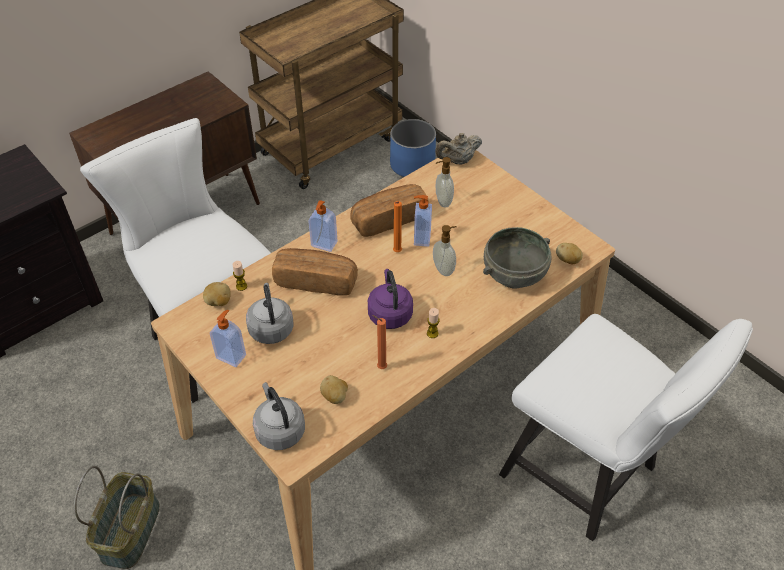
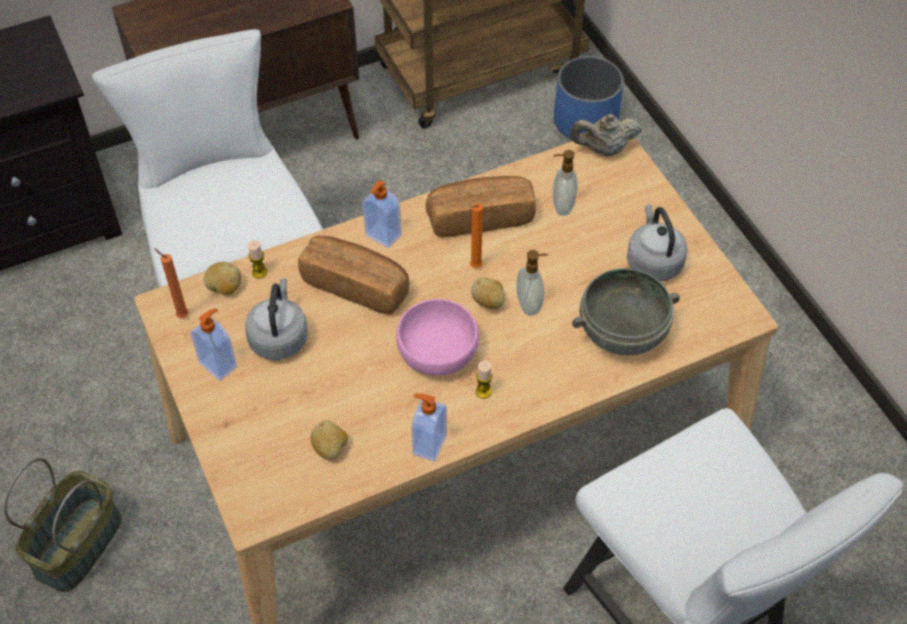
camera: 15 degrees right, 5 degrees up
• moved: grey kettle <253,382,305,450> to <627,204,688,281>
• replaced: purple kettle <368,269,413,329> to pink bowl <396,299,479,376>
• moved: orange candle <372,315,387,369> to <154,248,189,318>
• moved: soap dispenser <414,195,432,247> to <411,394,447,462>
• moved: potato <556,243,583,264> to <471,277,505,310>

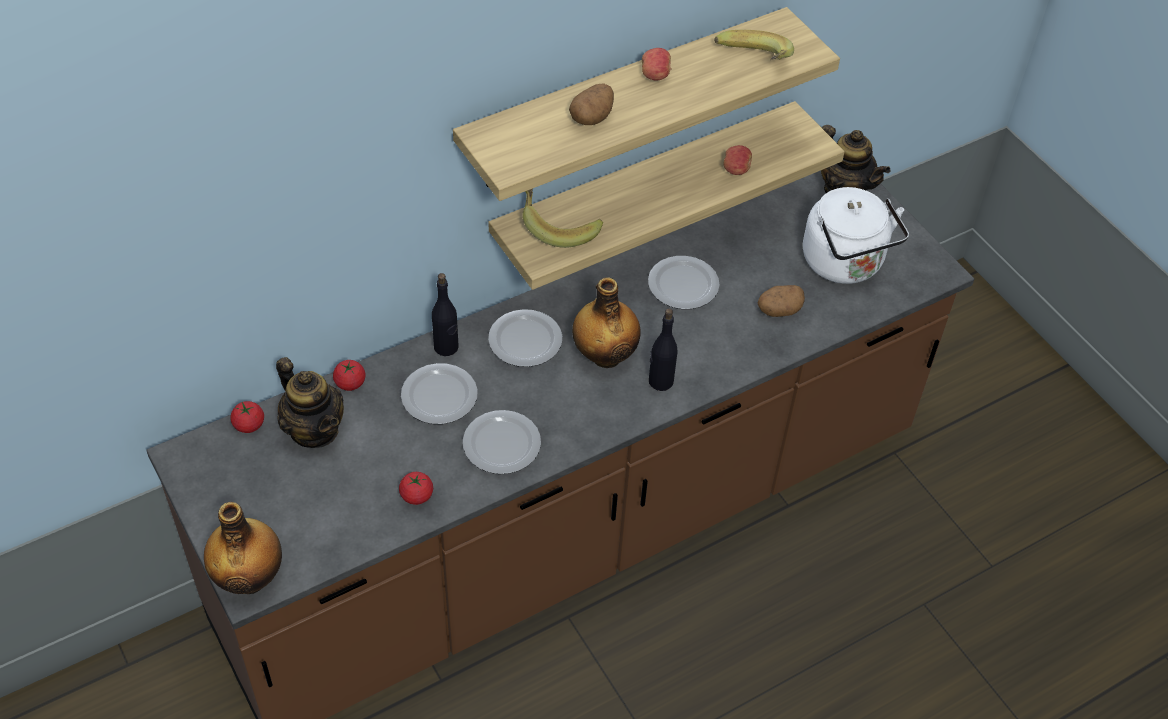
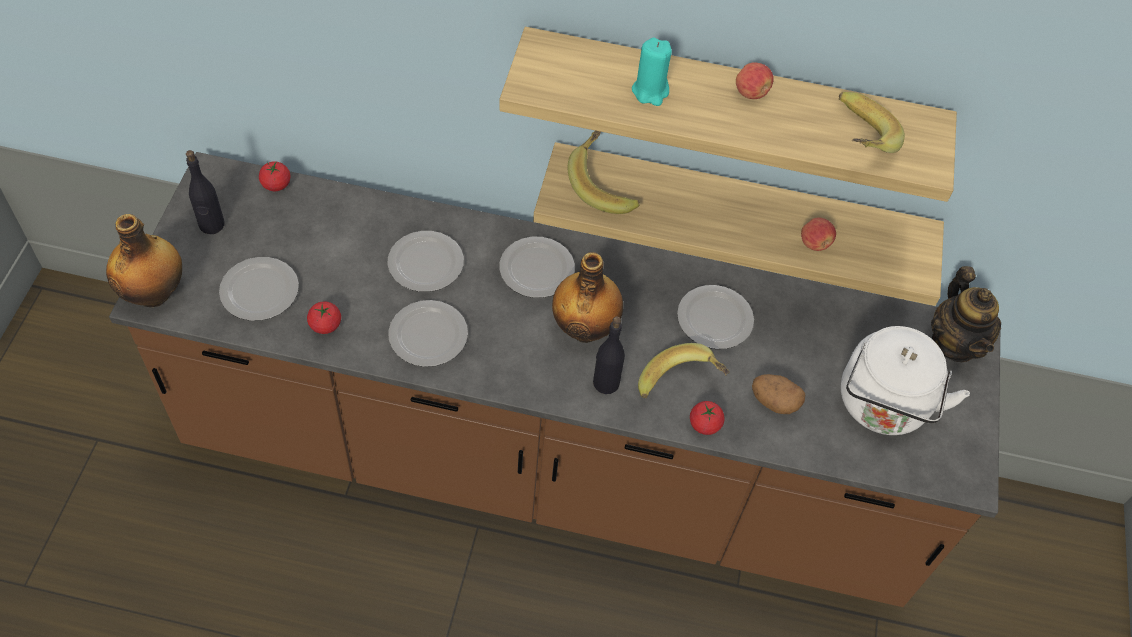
camera: 40 degrees right, 5 degrees up
• removed: teapot <276,357,344,448>
• moved: tomato <333,360,366,391> to <690,401,725,435>
• moved: black bottle <432,273,459,356> to <186,150,224,234>
• replaced: potato <569,83,614,125> to turquoise candle <632,38,672,106>
• added: plate <219,257,299,321>
• added: banana <638,343,730,398>

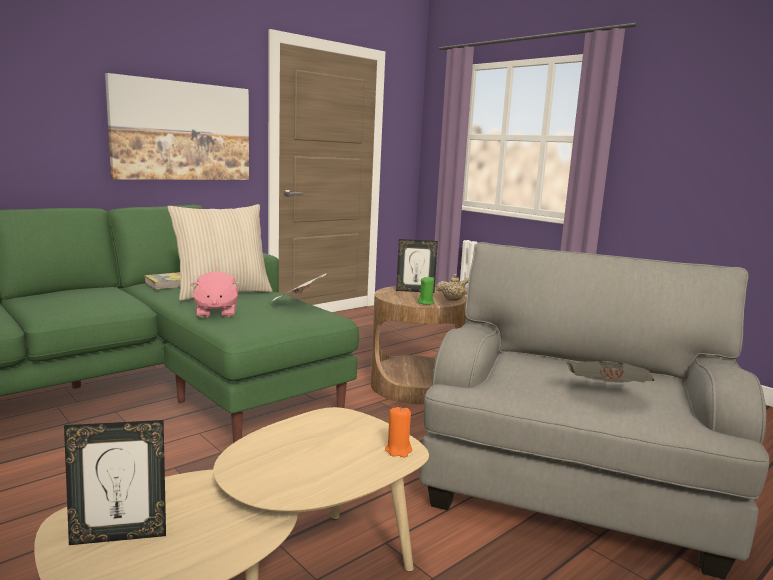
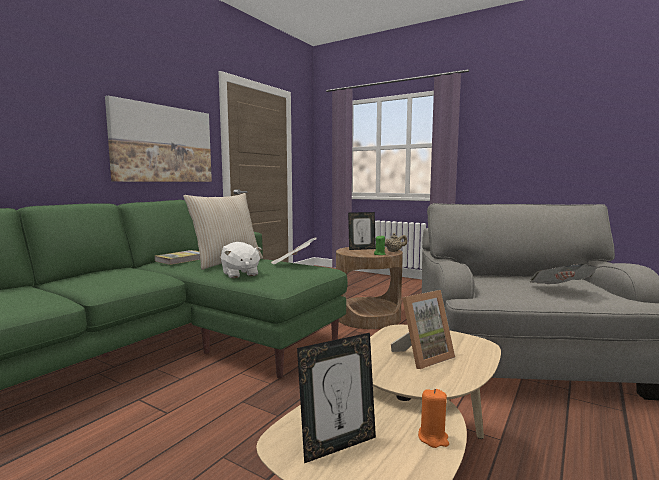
camera: 15 degrees left, 5 degrees down
• recoloured: pink plush toy <190,271,240,318> to white plush toy <220,242,261,278>
• moved: orange candle <385,406,412,457> to <418,389,449,448>
• added: picture frame <391,290,455,369>

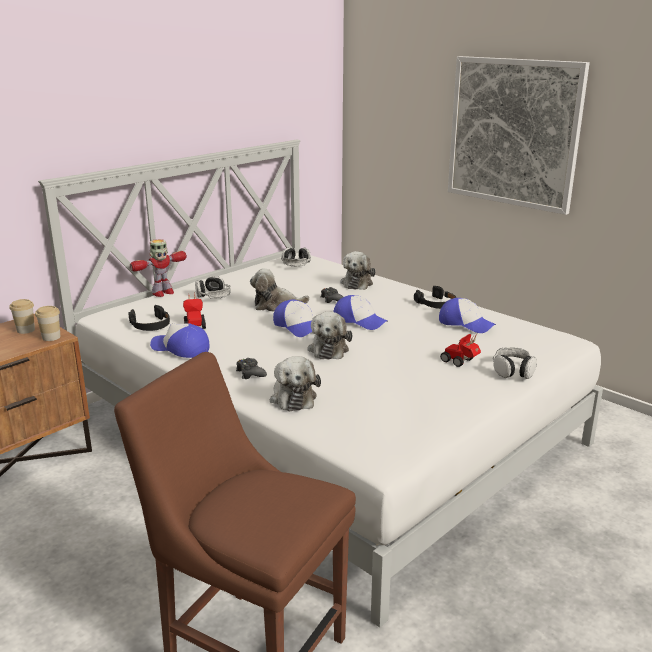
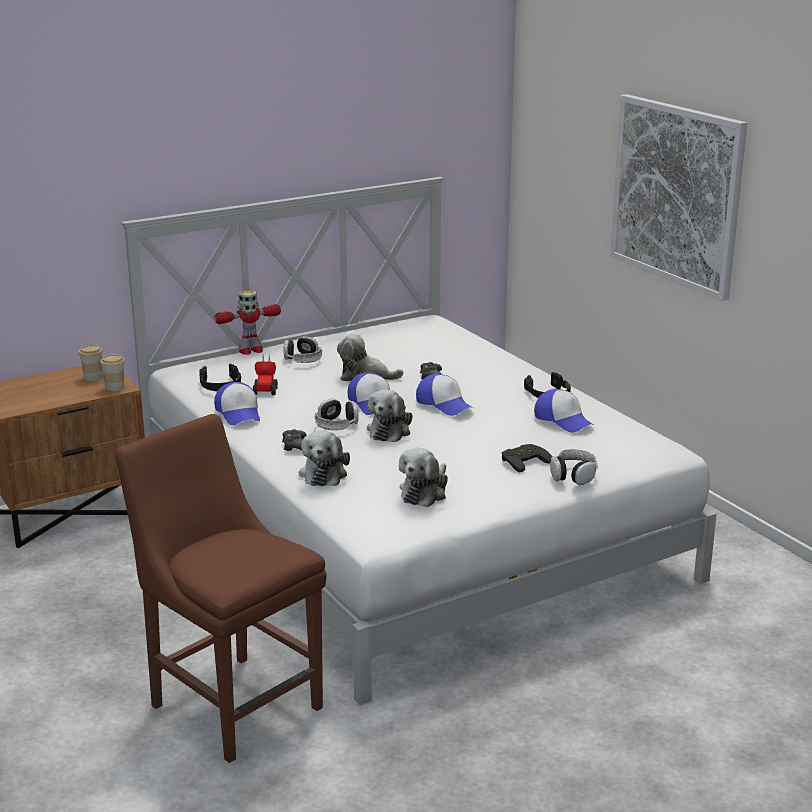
camera: 15 degrees right, 0 degrees up
• turned: cap <150,324,210,358> = <214,382,260,425> 150 degrees counterclockwise
• moved: headphones <281,247,311,266> to <315,398,358,430>
• moved: plush toy <340,251,376,290> to <399,448,448,507>
• replaced: toy car <440,334,481,367> to black game controller <502,444,552,472>

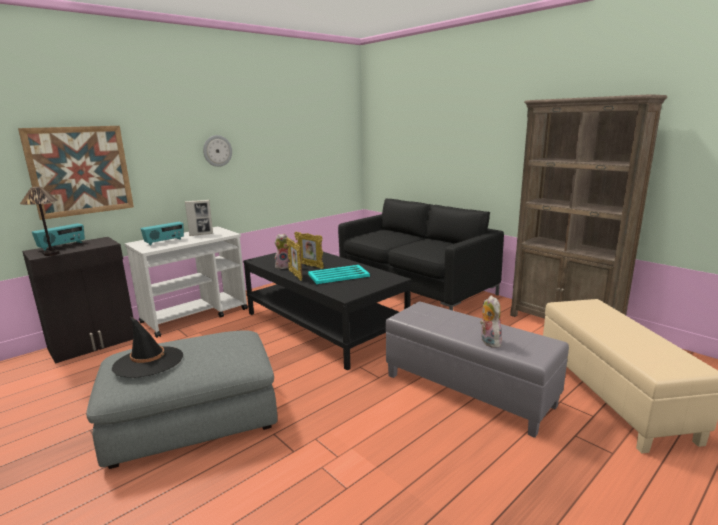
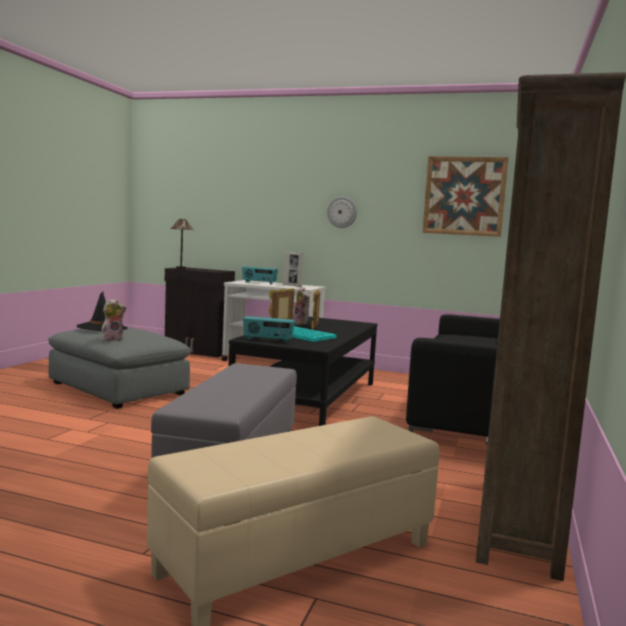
camera: 60 degrees right, 10 degrees down
• moved: picture <18,126,134,220> to <422,156,509,237>
• moved: radio <32,223,85,251> to <243,316,295,343>
• moved: plush toy <480,295,502,348> to <101,299,126,341>

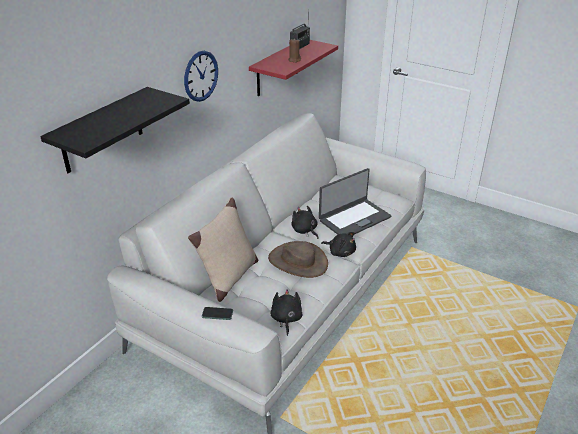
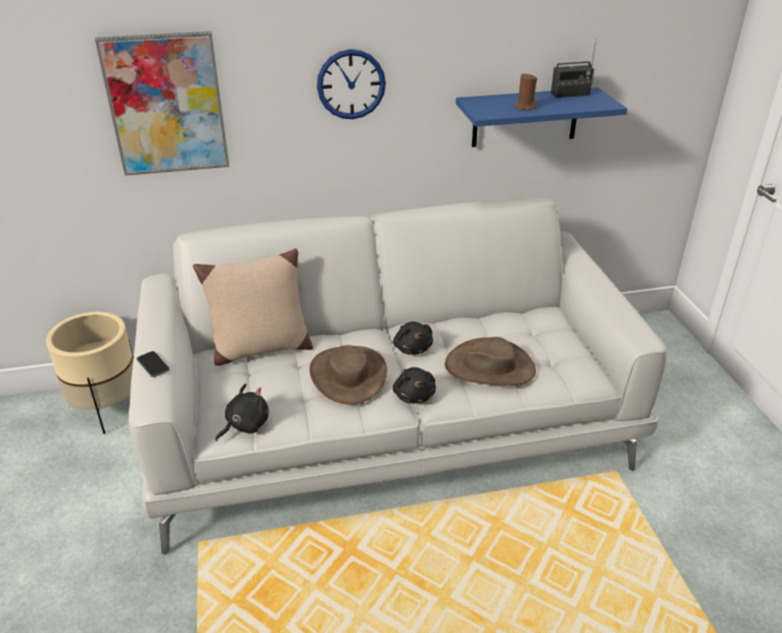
camera: 45 degrees right, 0 degrees up
• replaced: black shelf <40,87,190,173> to picture <95,31,229,176>
• recoloured: red shelf <249,40,338,96> to blue shelf <456,87,627,147>
• turned: black plush toy <291,206,319,239> = <393,322,433,355> 150 degrees clockwise
• replaced: laptop <319,168,391,235> to brown hat <445,337,536,386>
• added: beige planter <46,312,134,434>

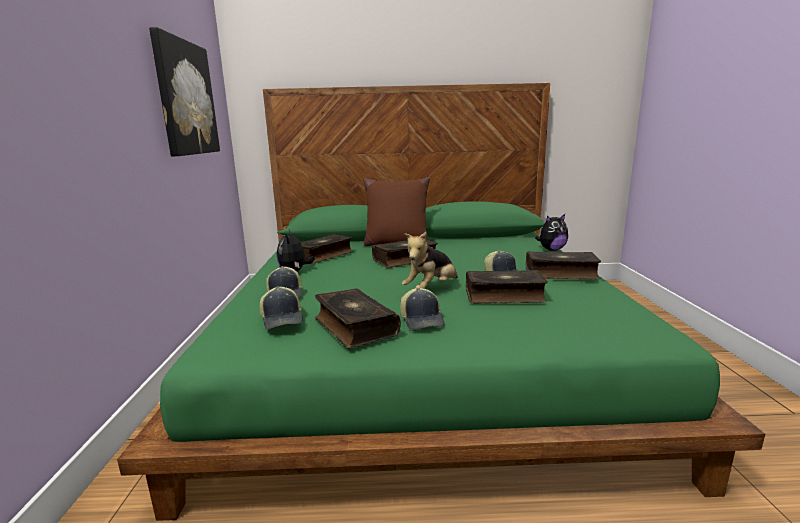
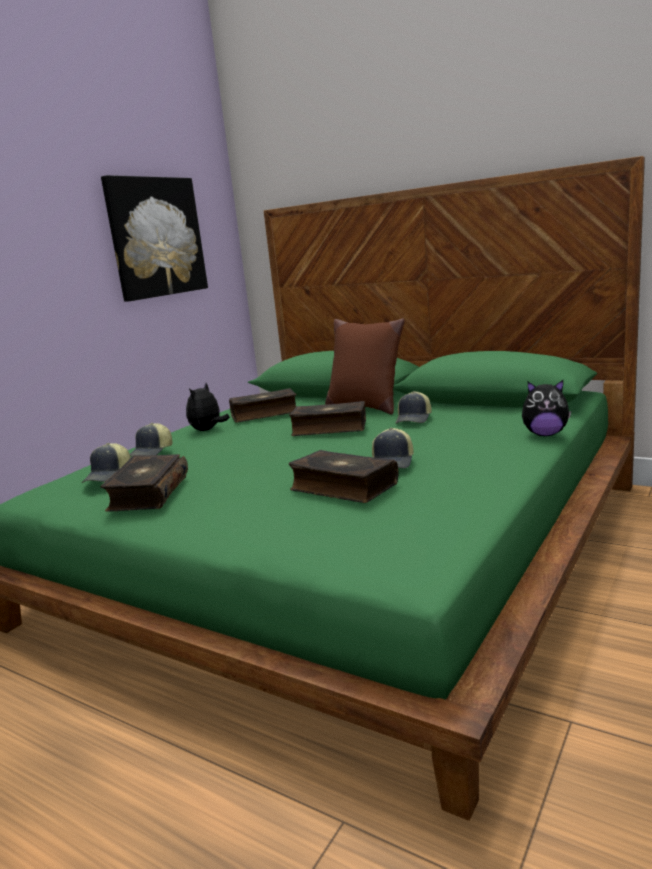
camera: 35 degrees right, 0 degrees up
• moved: cap <400,288,444,330> to <395,391,432,424>
• removed: plush toy <402,231,458,289>
• removed: book <526,251,601,279>

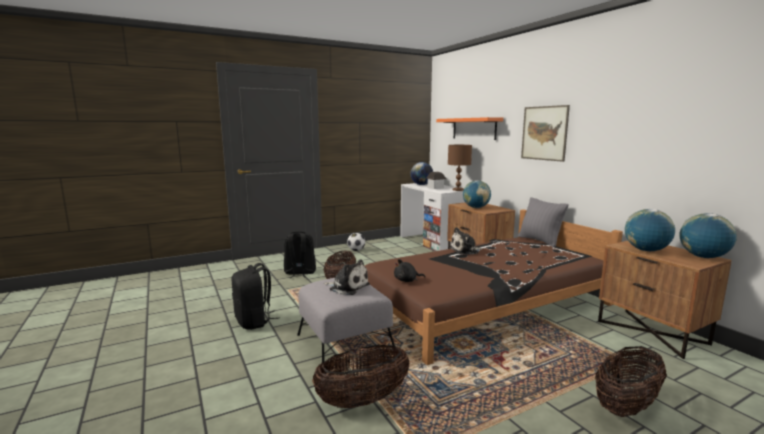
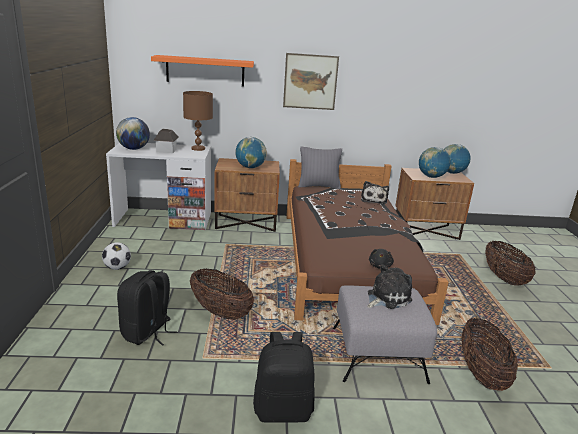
camera: 65 degrees left, 10 degrees up
• moved: plush toy <449,227,483,255> to <361,181,389,204>

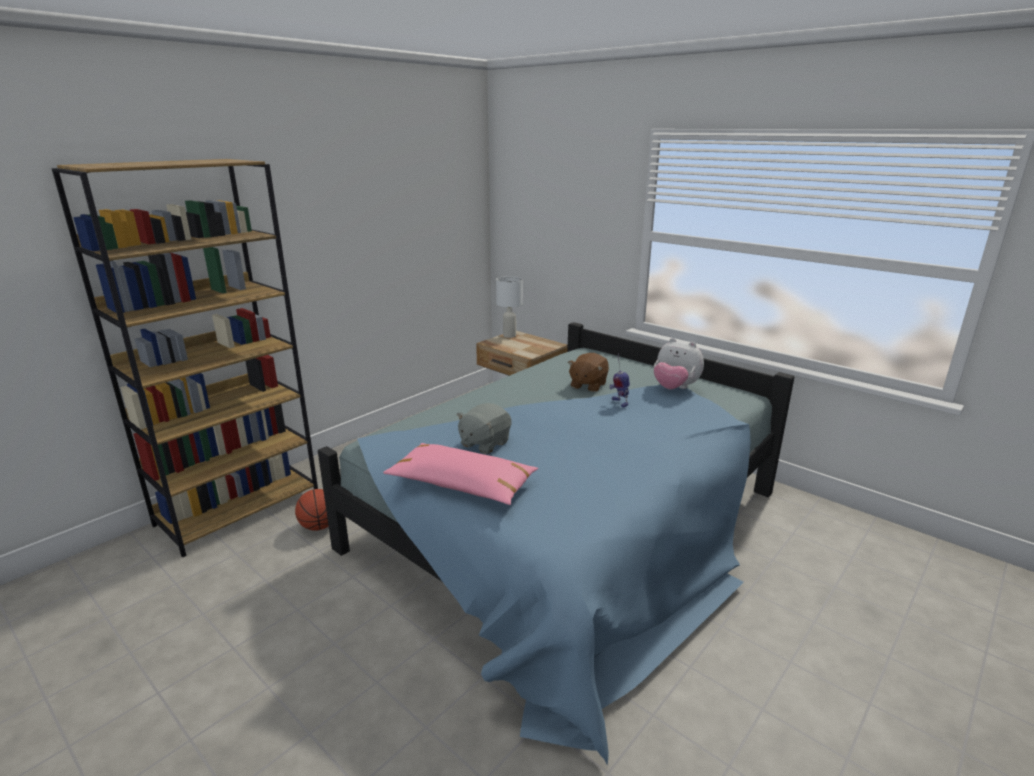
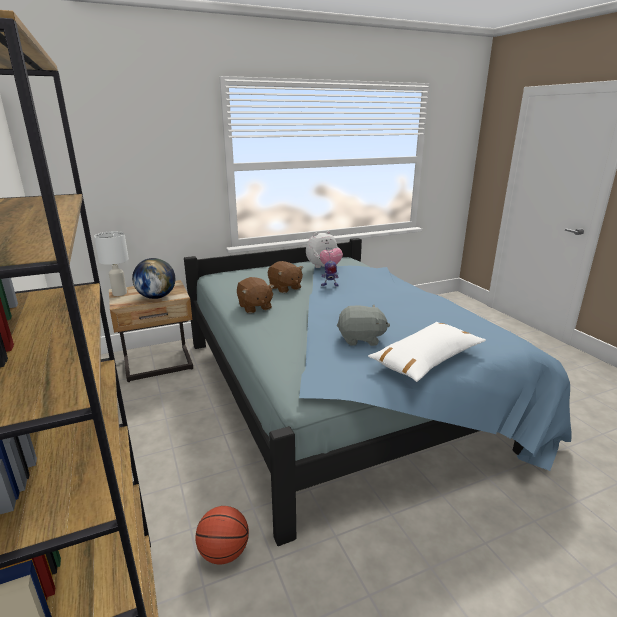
camera: 65 degrees left, 0 degrees up
• recoloured: pink pillow <383,443,538,505> to white pillow <368,322,486,382>
• turned: grey plush toy <457,403,512,454> = <337,305,390,346> 60 degrees counterclockwise
• added: globe <132,258,175,299>
• added: brown plush toy <237,277,274,313>

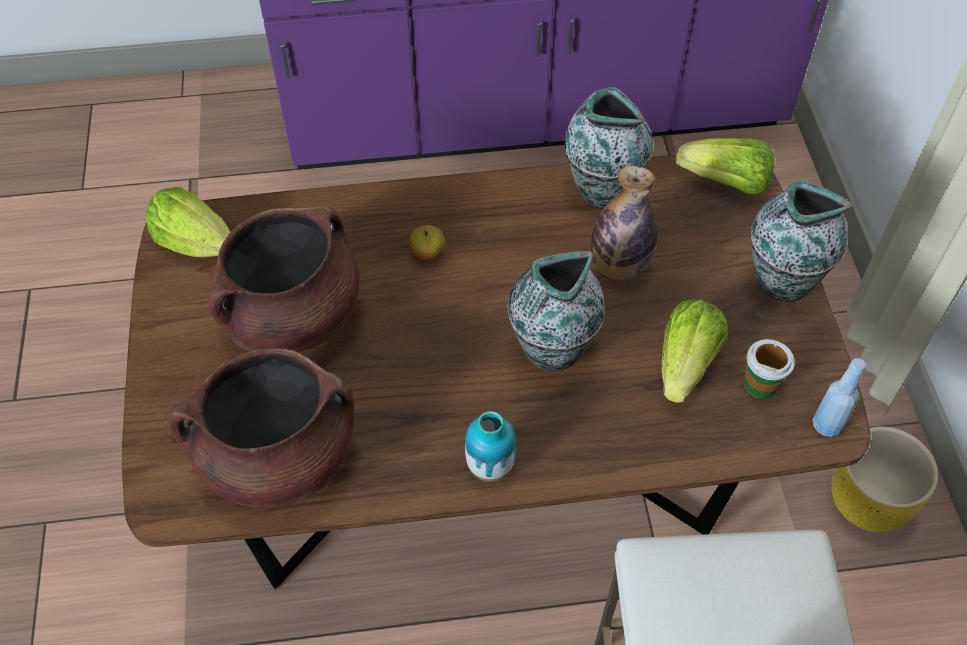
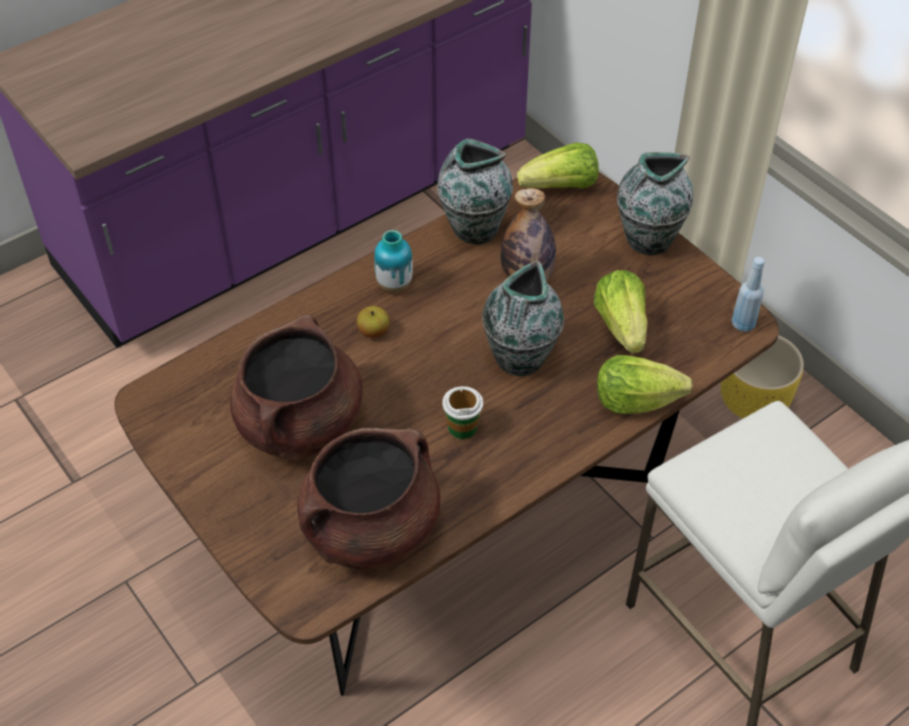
camera: 30 degrees left, 5 degrees down
• moved: lettuce <145,187,231,257> to <597,355,693,414>
• moved: vase <465,411,516,482> to <374,230,413,293>
• moved: cup <744,339,795,398> to <442,386,483,439>

